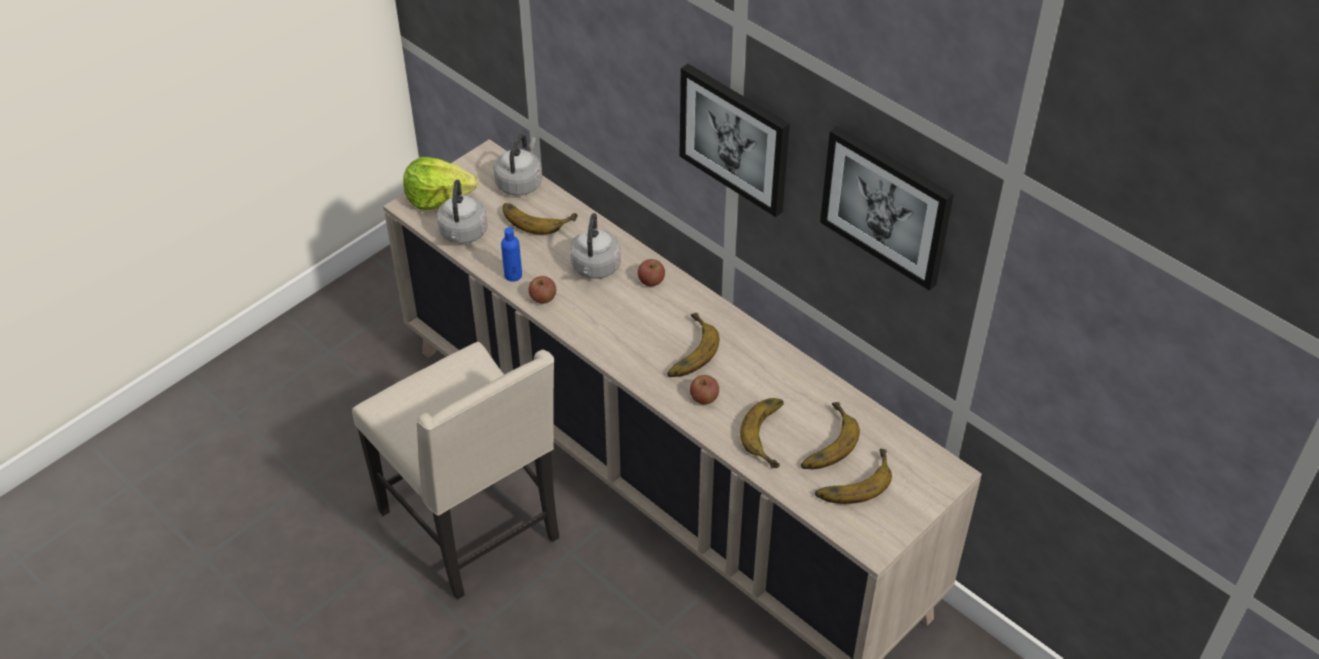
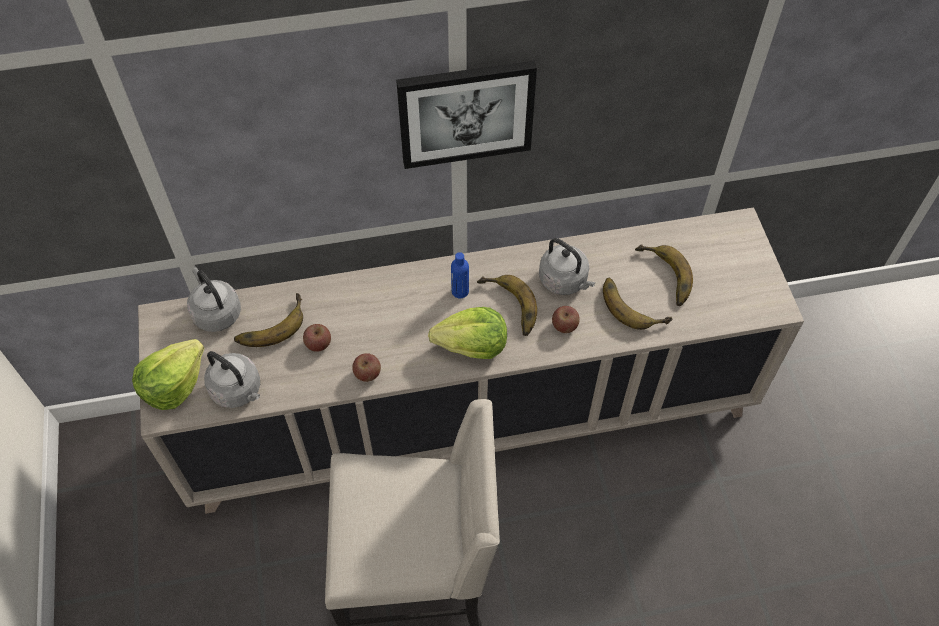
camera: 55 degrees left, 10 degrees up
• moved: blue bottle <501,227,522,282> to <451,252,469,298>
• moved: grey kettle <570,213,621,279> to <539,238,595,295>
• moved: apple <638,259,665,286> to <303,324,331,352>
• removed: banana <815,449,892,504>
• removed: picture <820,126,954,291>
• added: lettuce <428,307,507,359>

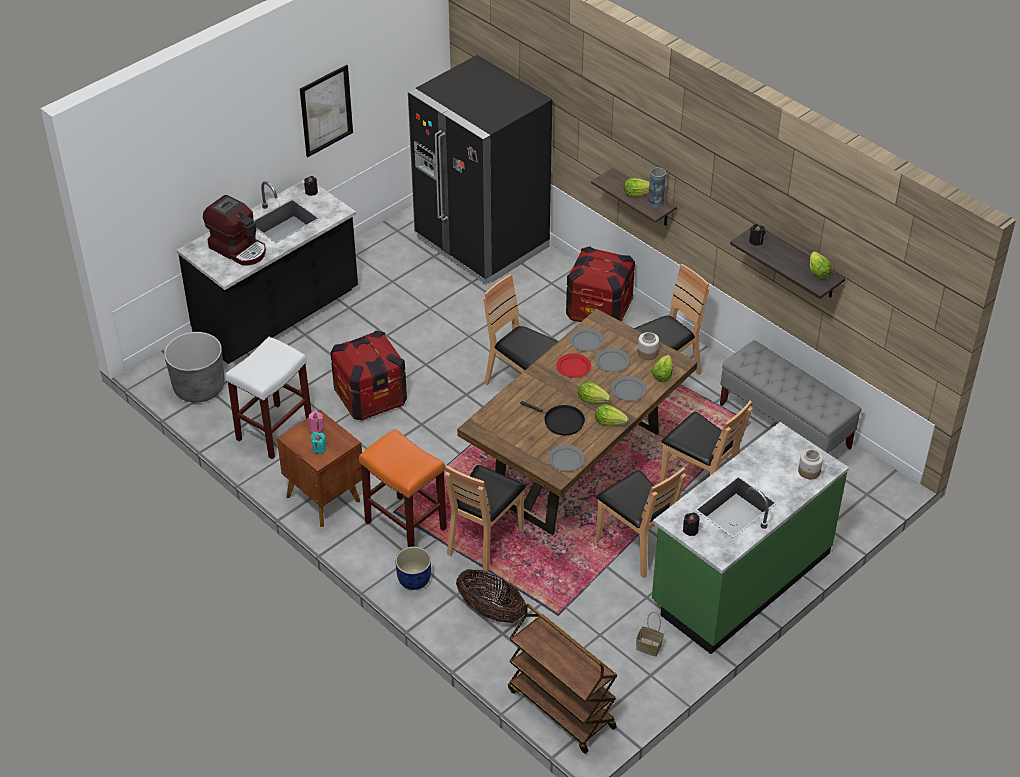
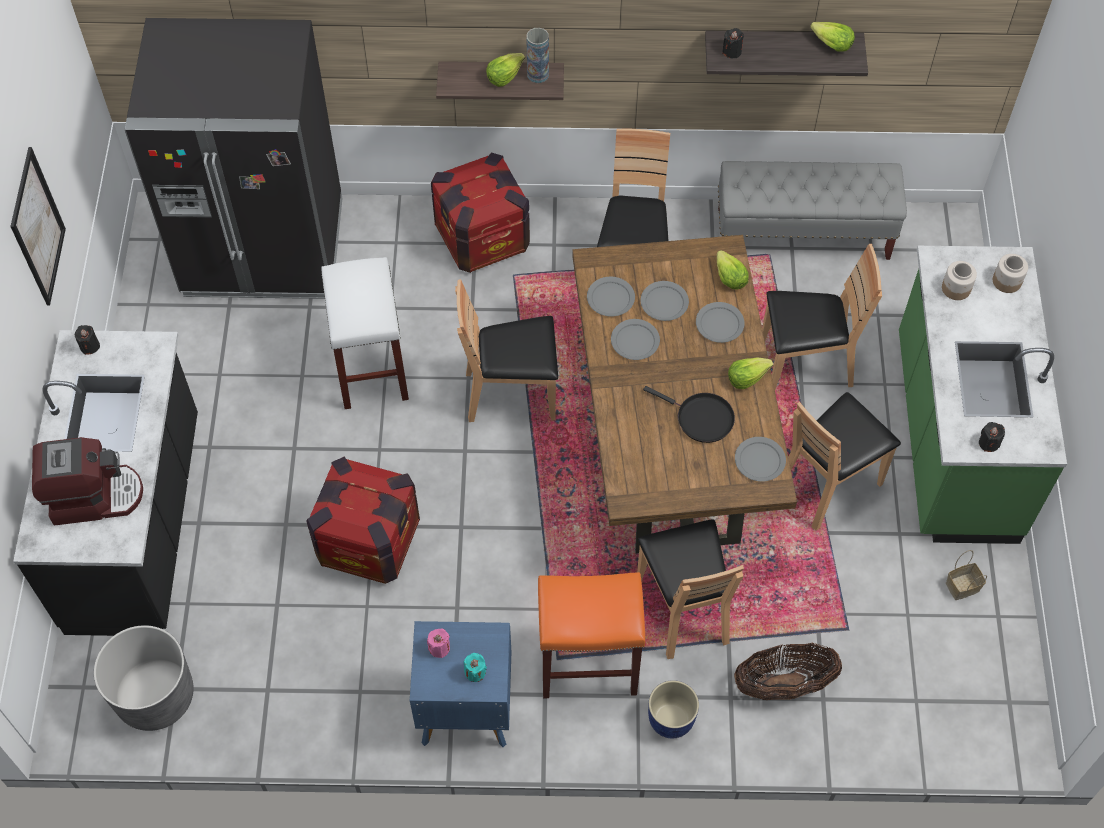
camera: 45 degrees left, 15 degrees up
• moved: white stool <225,337,312,459> to <321,257,409,409>
• recoloured: brown nightstand <277,410,362,527> to blue nightstand <410,621,511,747>
• removed: brown cart <508,604,618,754>
• turned: black frying pan <520,401,585,435> = <643,386,735,443> 45 degrees clockwise
• recoloured: red plate <556,353,591,378> to grey plate <611,319,660,360>
• removed: lettuce <578,381,611,403>
• turned: brown chair <596,467,686,578> = <788,392,901,531> 135 degrees clockwise
• moved: jar <638,332,659,360> to <942,261,977,300>

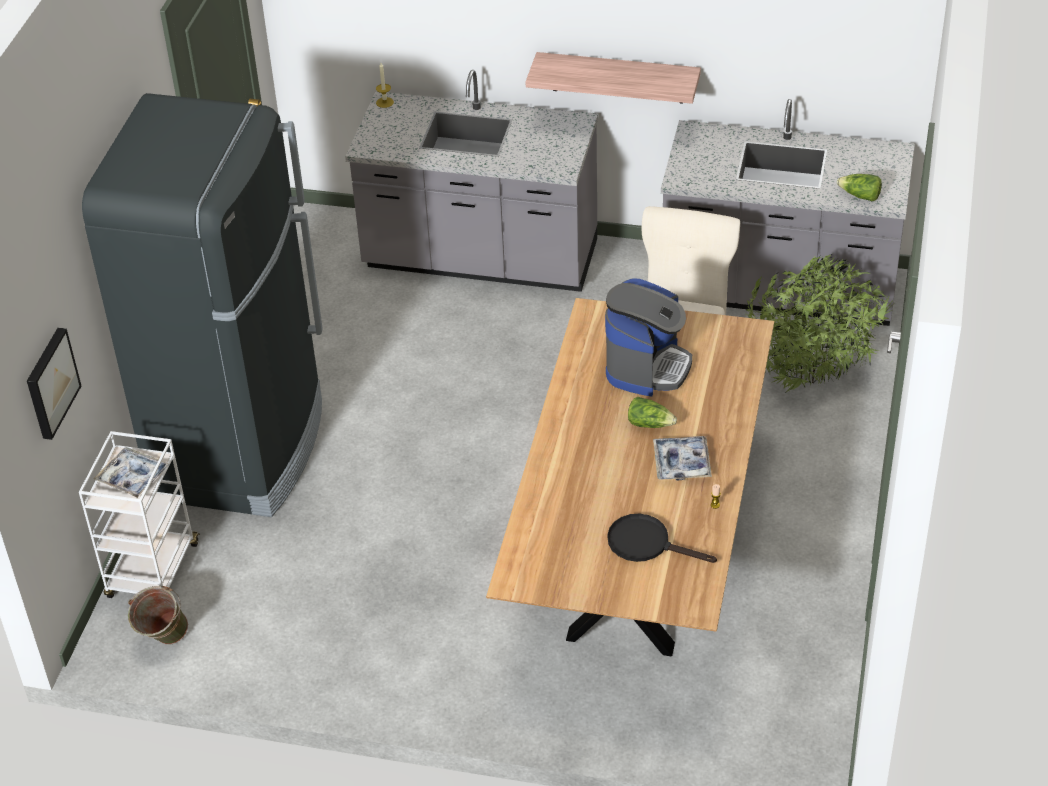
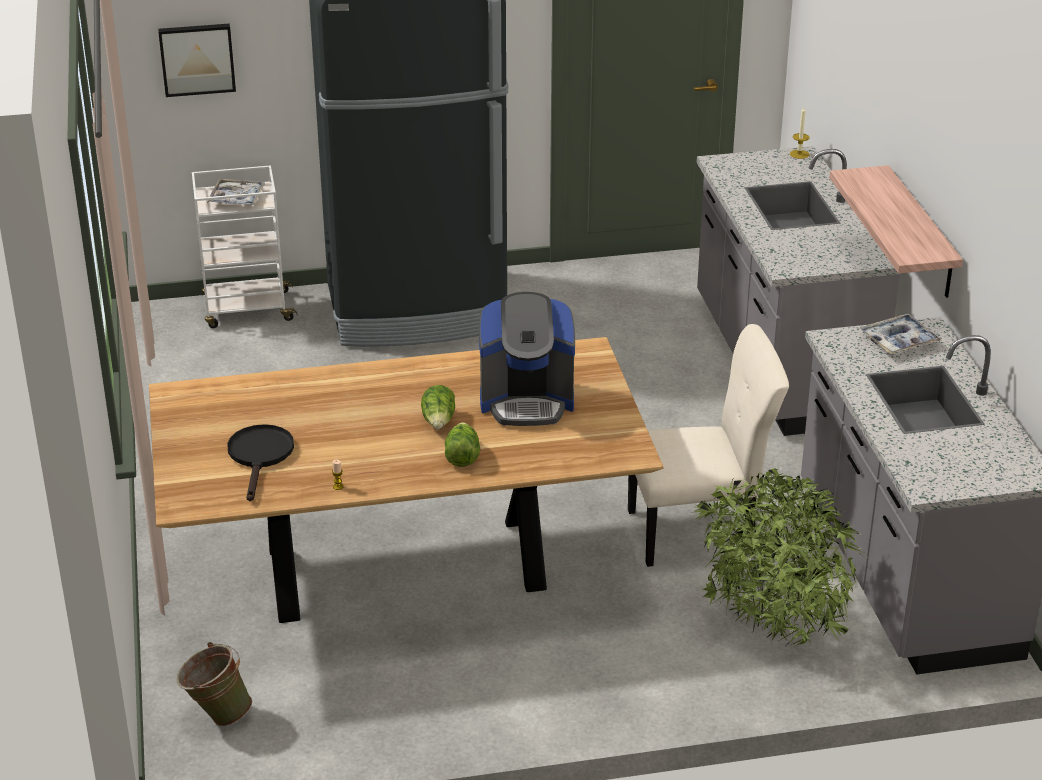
camera: 65 degrees right, 10 degrees down
• moved: green bucket <128,586,188,645> to <176,642,252,726>
• moved: tray <653,436,712,481> to <860,314,942,354>
• moved: lettuce <837,174,882,201> to <445,422,480,467>

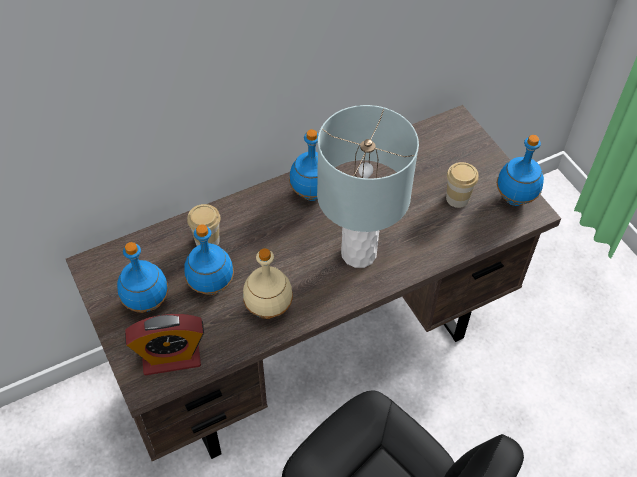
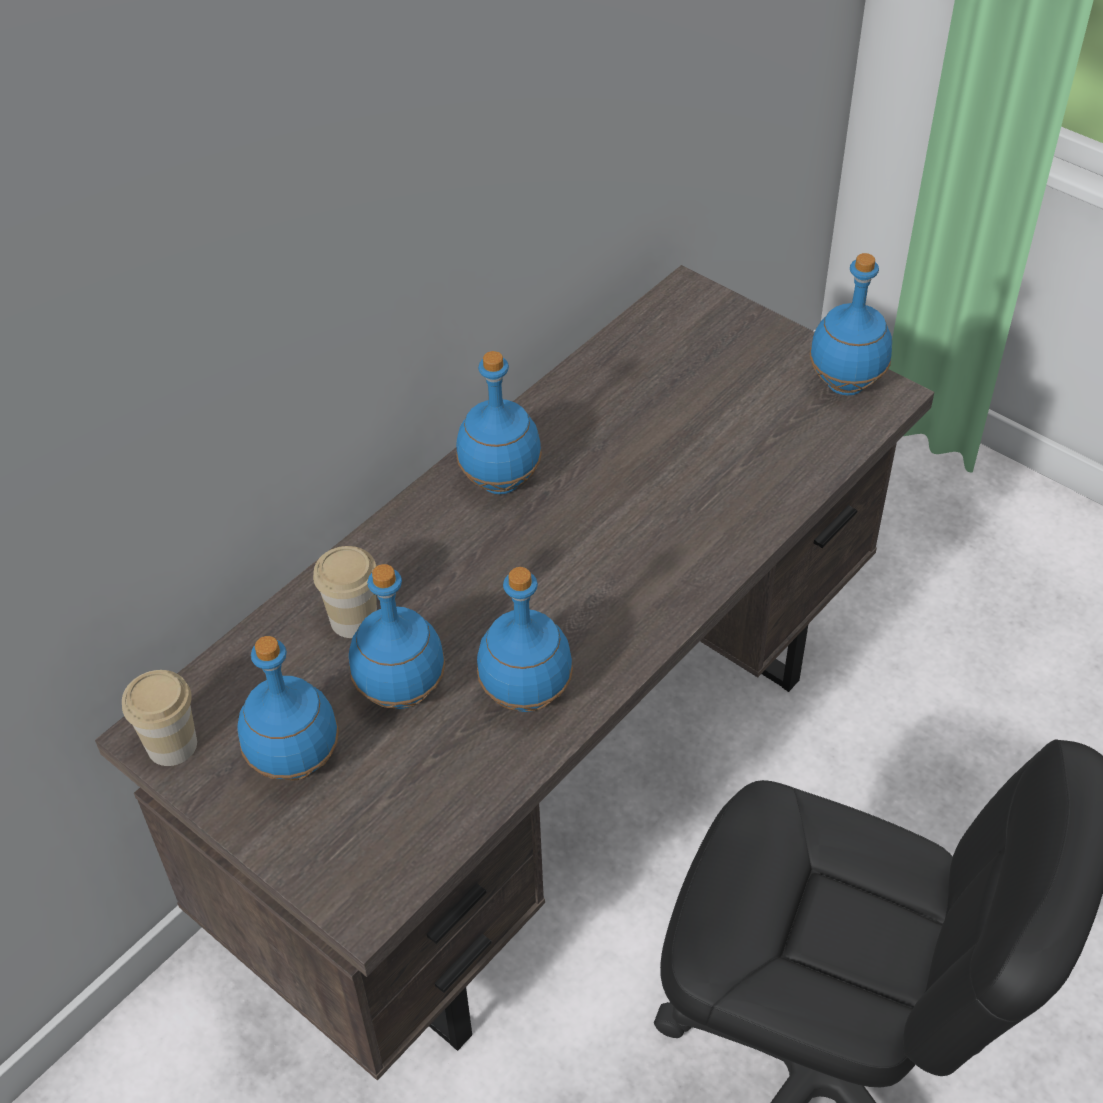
camera: 20 degrees left, 5 degrees down
• removed: alarm clock <125,314,204,375>
• recoloured: beige bottle <243,248,293,319> to blue bottle <477,567,573,712>
• removed: grey table lamp <317,105,419,268>
• moved: cup <446,162,479,208> to <122,670,197,766>

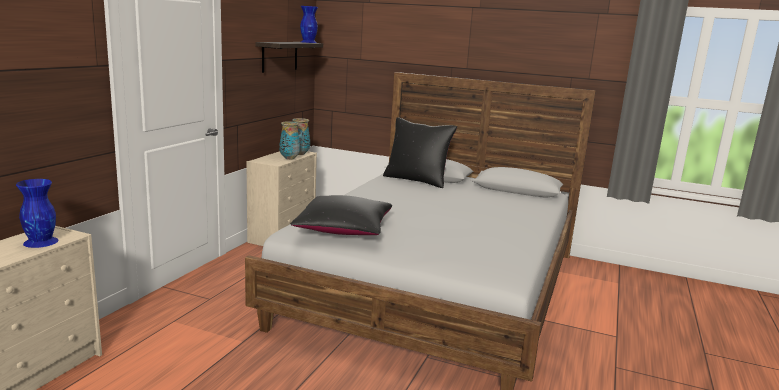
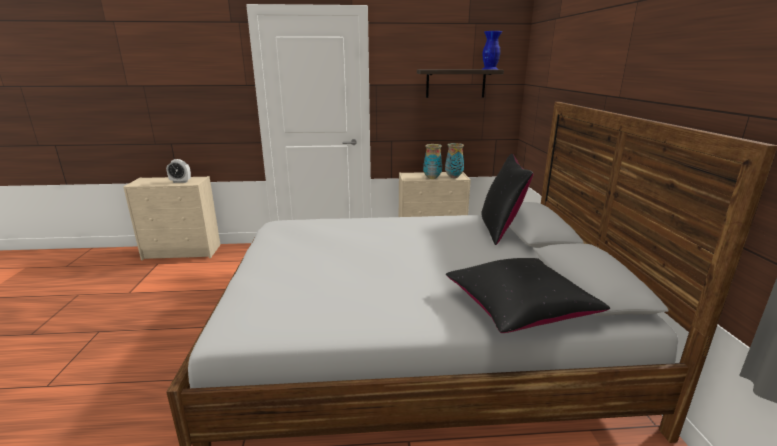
camera: 65 degrees right, 5 degrees up
• replaced: blue vase <16,179,58,248> to alarm clock <166,159,191,183>
• moved: black pillow <291,195,392,235> to <446,258,610,333>

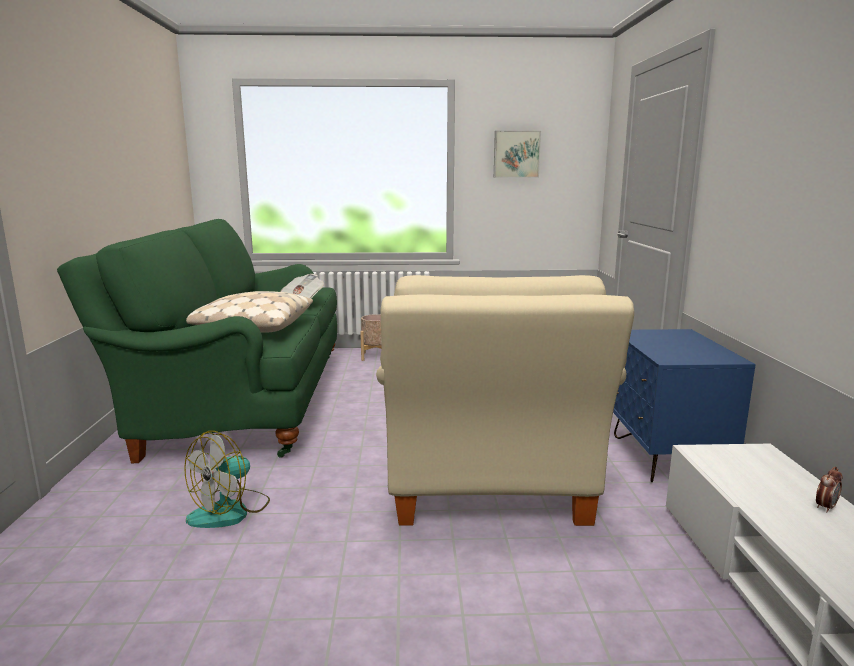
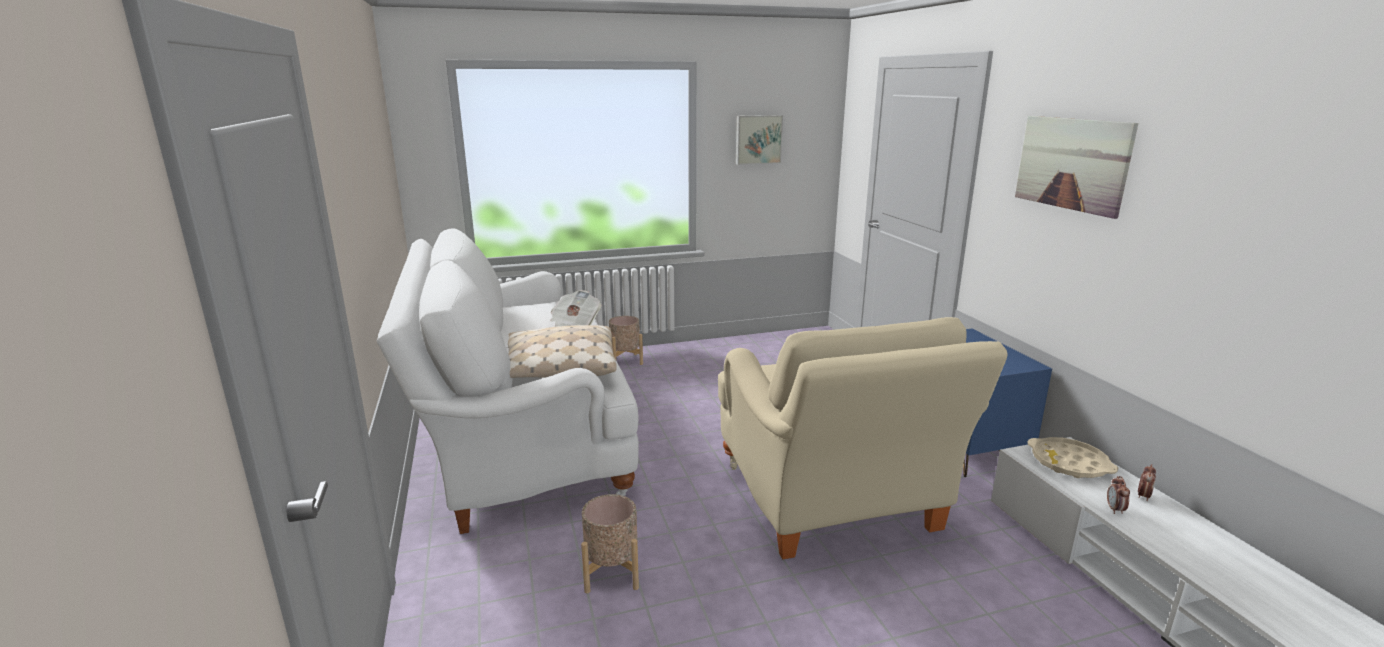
camera: 15 degrees left, 5 degrees up
• recoloured: green sofa <57,219,337,463> to white sofa <376,229,639,534>
• replaced: fan <184,431,270,528> to beige planter <581,494,639,593>
• added: picture <1015,116,1138,219>
• added: beige tray <1027,437,1118,478>
• added: alarm clock <1107,476,1130,514>

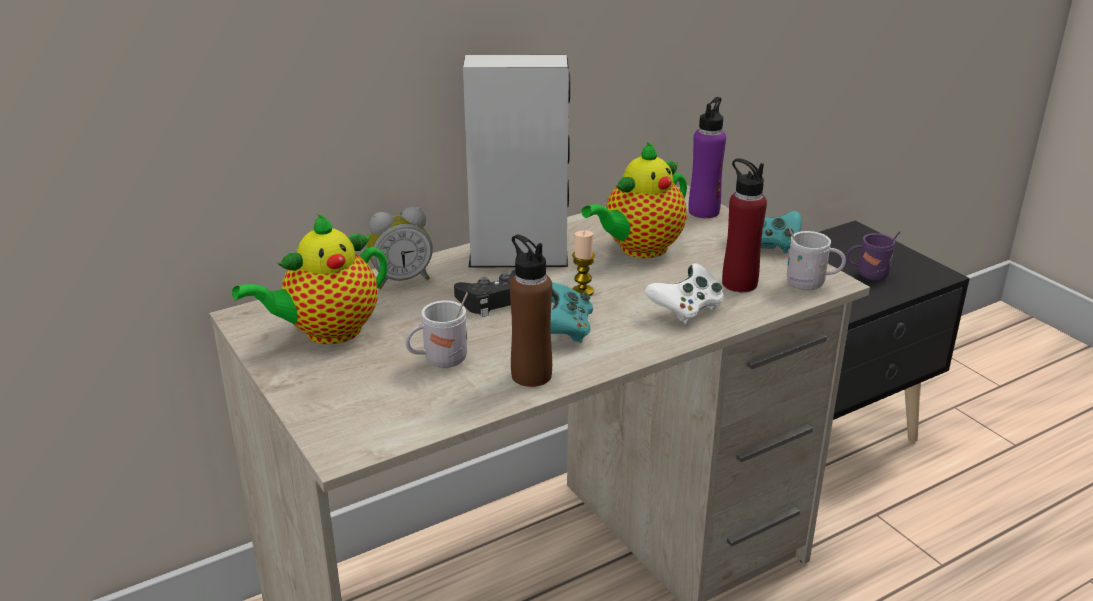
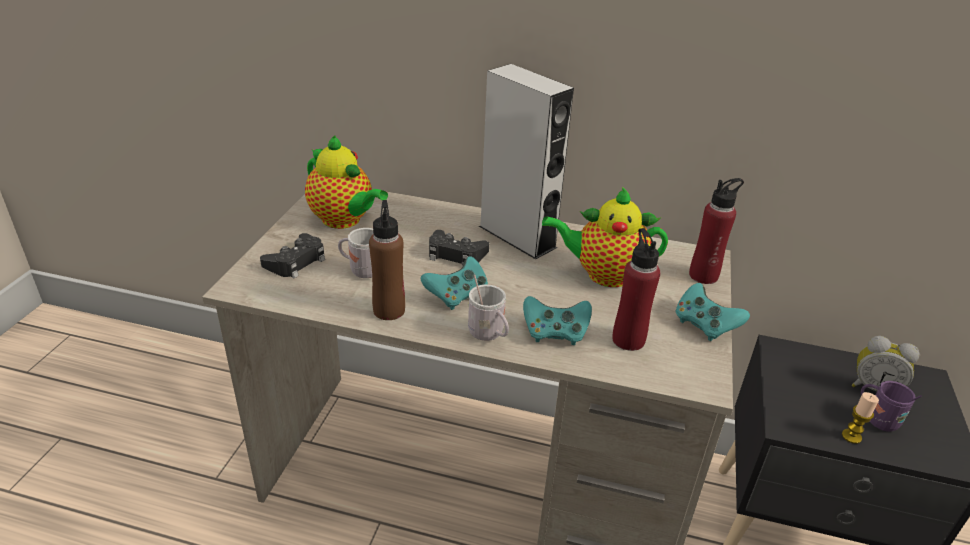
camera: 45 degrees right, 5 degrees up
• turned: teapot <232,213,388,344> = <305,136,388,229> 150 degrees counterclockwise
• moved: alarm clock <367,207,433,289> to <852,336,919,391>
• moved: candle <572,231,595,296> to <842,392,879,444>
• recoloured: white game controller <645,263,724,325> to turquoise game controller <523,296,592,345>
• recoloured: purple bottle <689,97,726,218> to red bottle <689,178,744,284>
• moved: white mug <787,226,846,290> to <468,275,509,341>
• added: black game controller <260,233,325,278>

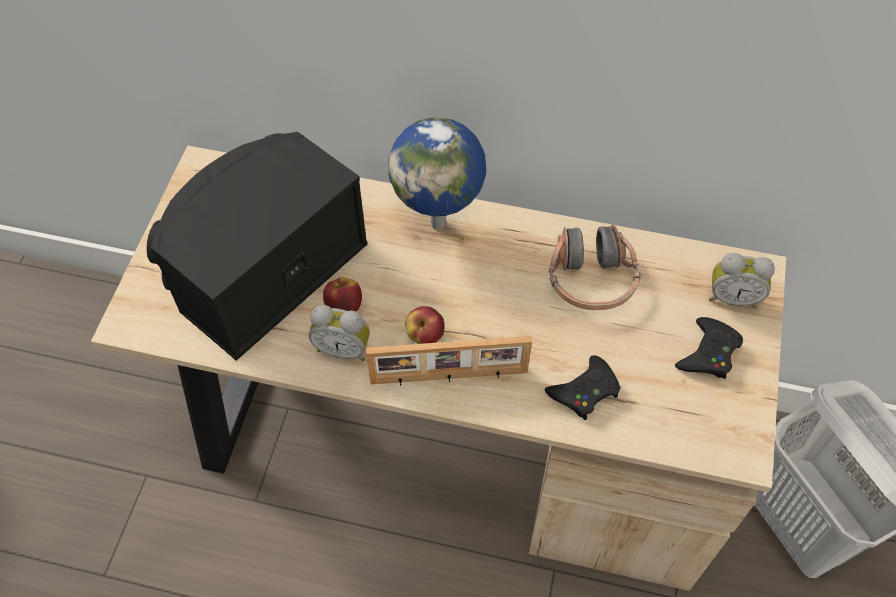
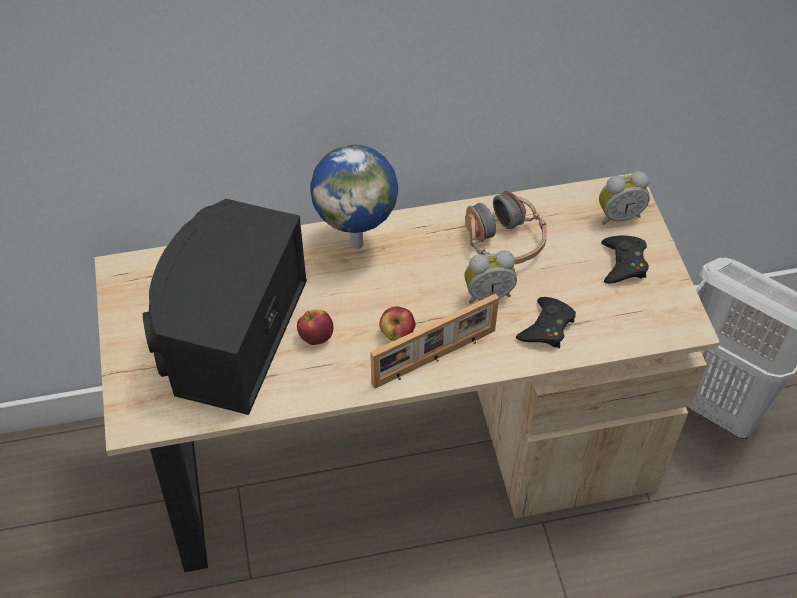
camera: 25 degrees left, 5 degrees down
• moved: alarm clock <309,305,370,361> to <464,250,517,304>

